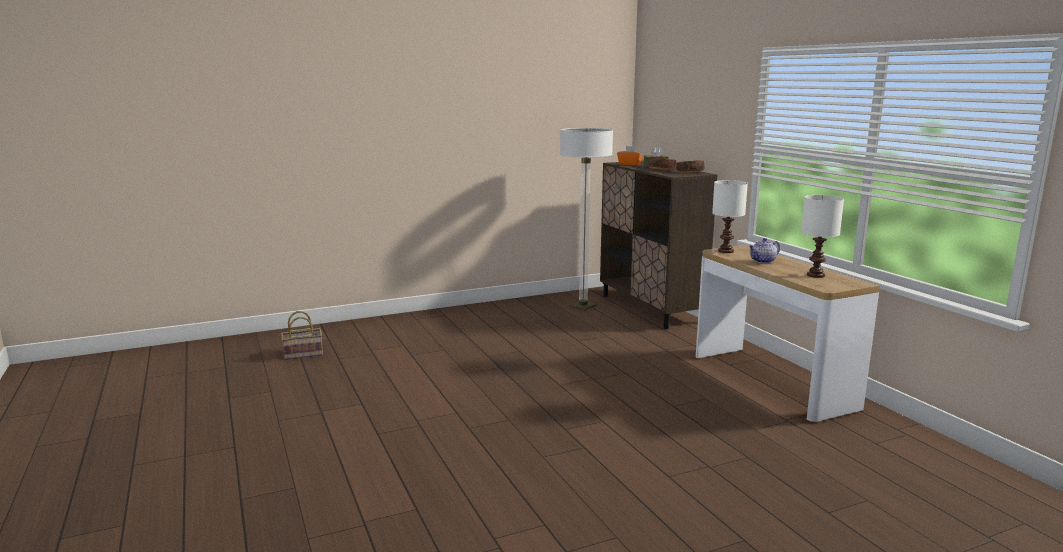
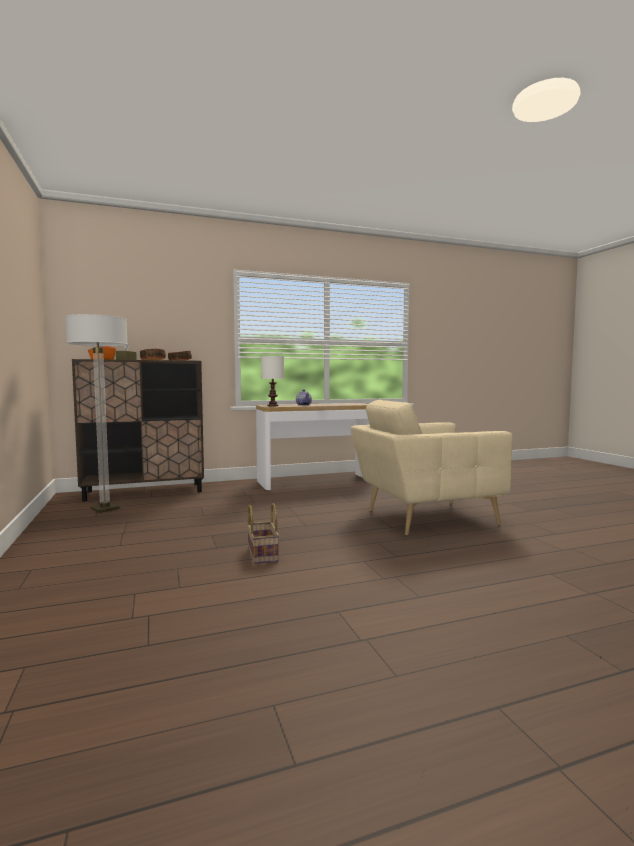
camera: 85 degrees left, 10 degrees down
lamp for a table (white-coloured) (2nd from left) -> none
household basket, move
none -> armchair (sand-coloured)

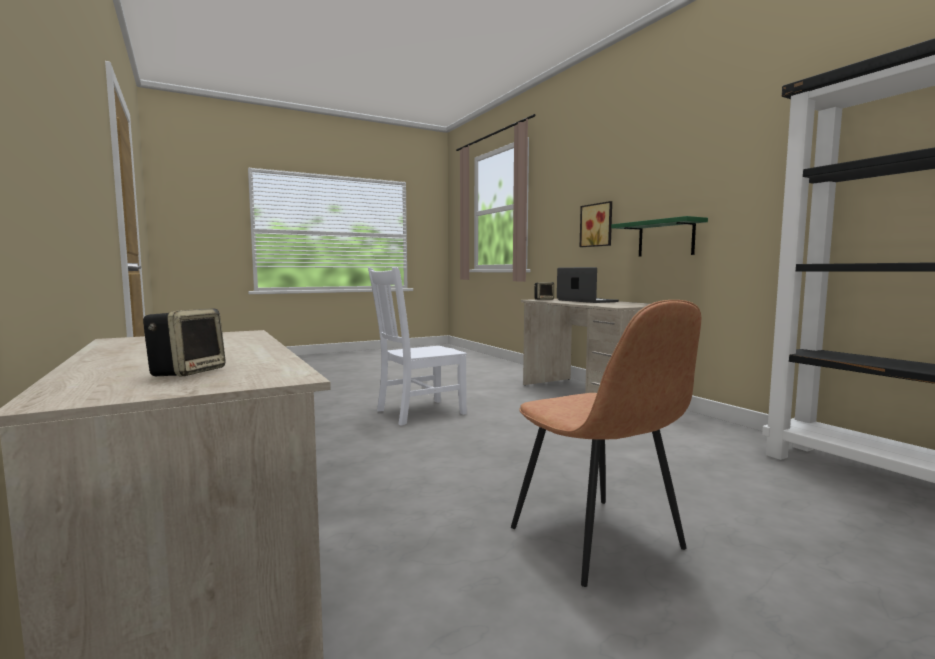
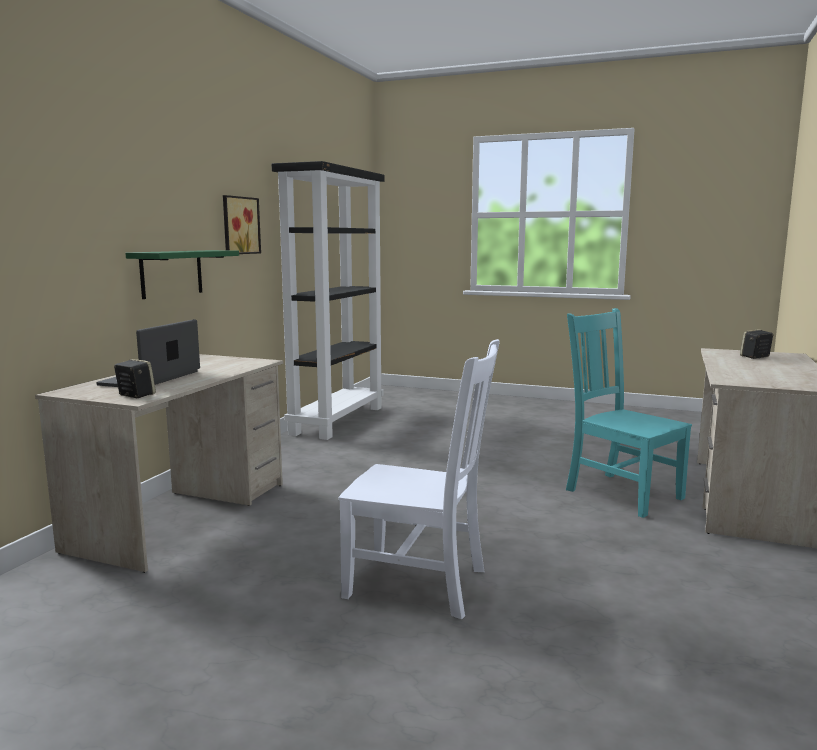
camera: 130 degrees left, 5 degrees up
wall picture, move
upright chair (brownish) -> none
none -> upright chair (turquoise-coloured)

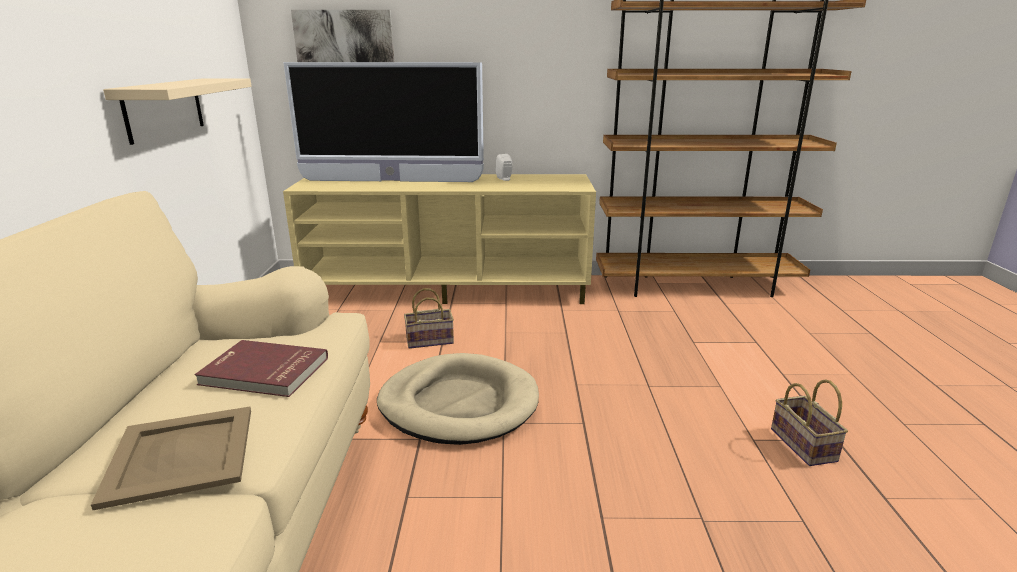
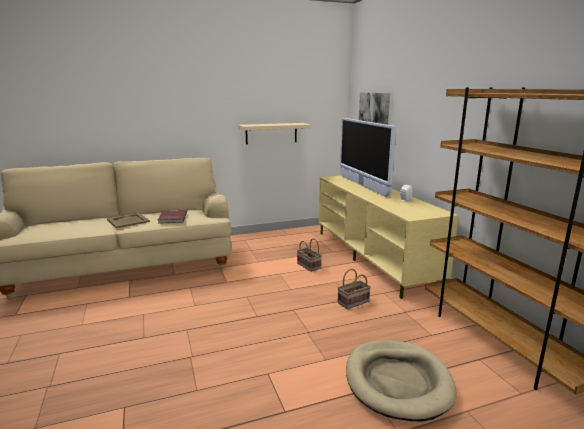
camera: 70 degrees right, 5 degrees down
pet bed (sand-coloured), move
household basket (2nd from left), move

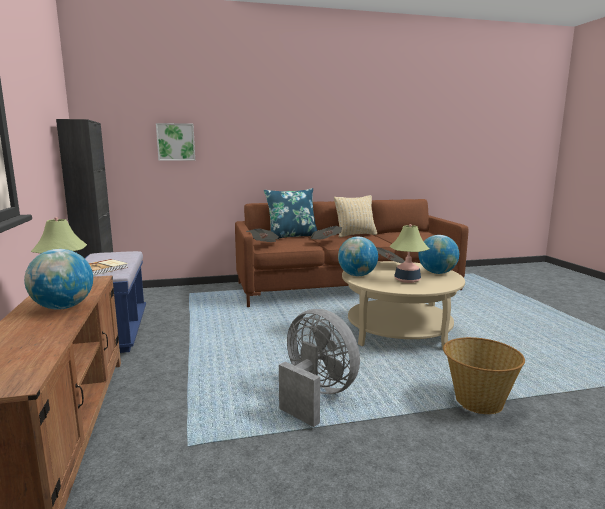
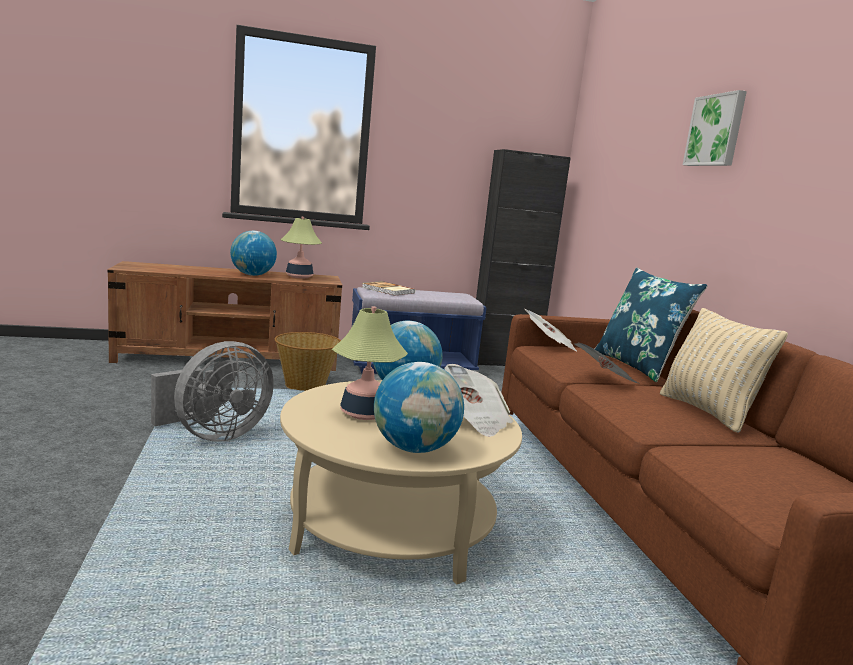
camera: 90 degrees right, 0 degrees up
wall picture, move
household basket, move

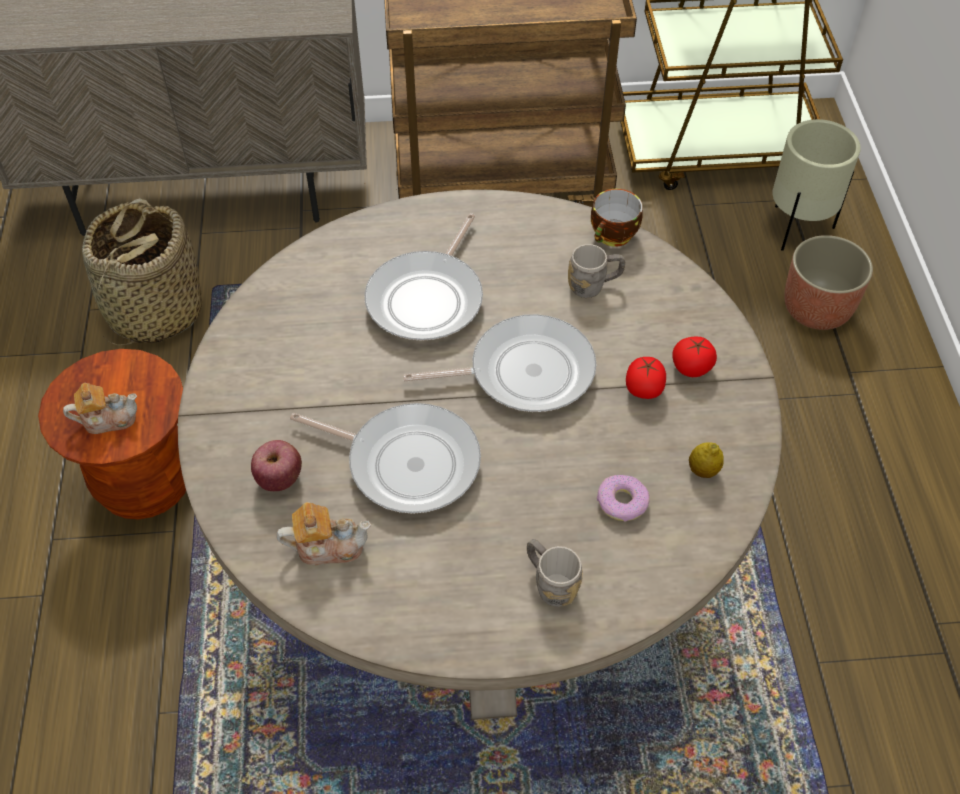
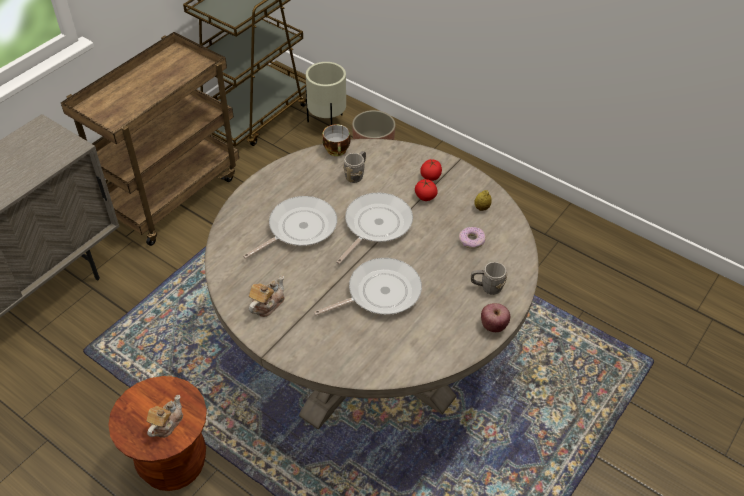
camera: 50 degrees left, 5 degrees down
household basket -> none
frying pan (2nd from left in the first image) -> frying pan (1st from left), 105 degrees counterclockwise
apple, move
pot for tea (2nd from left), move

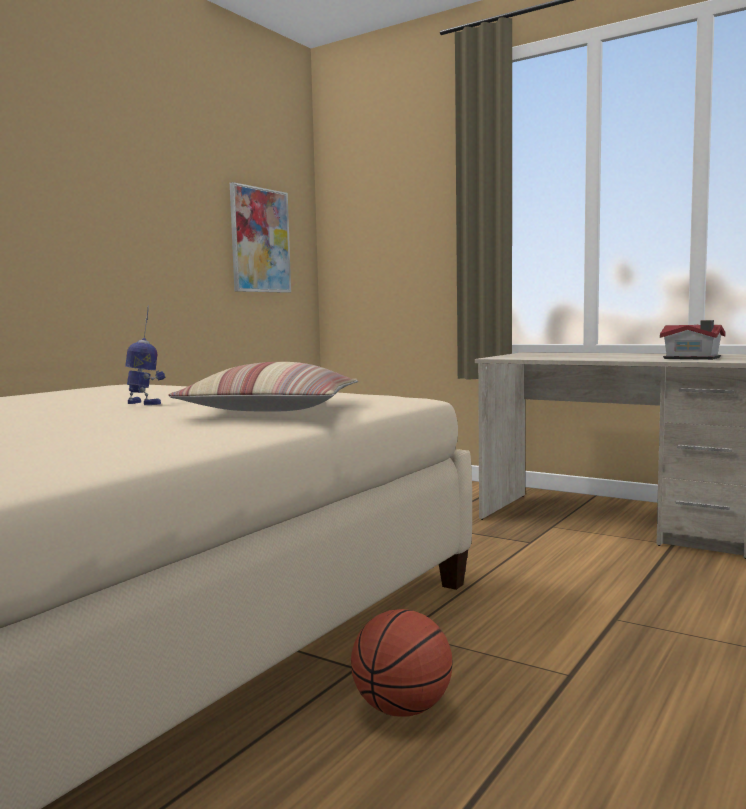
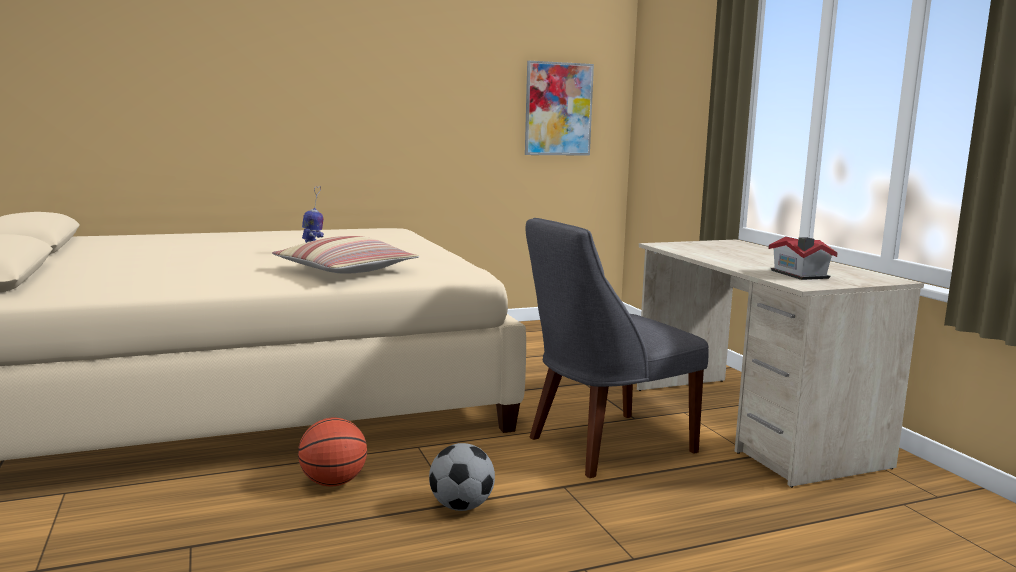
camera: 35 degrees right, 5 degrees up
none -> upright chair (greyish)
none -> football

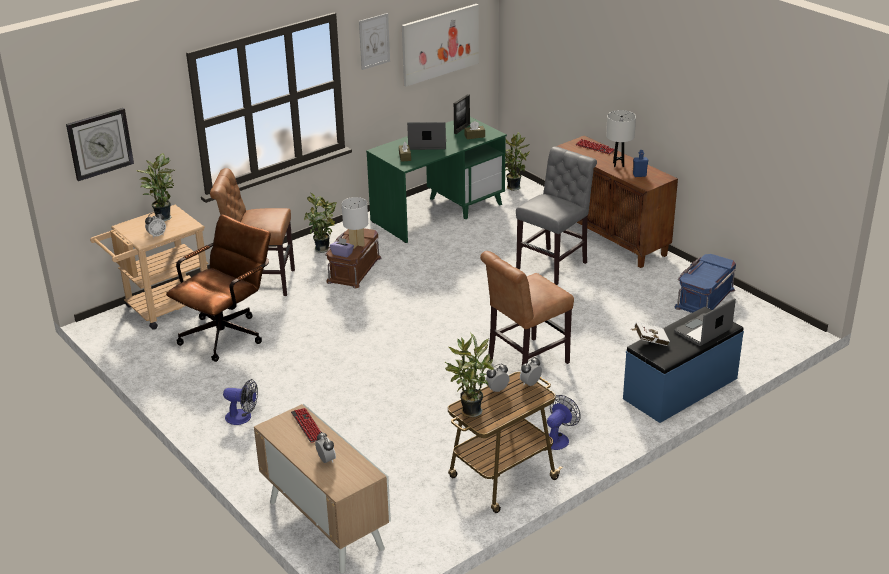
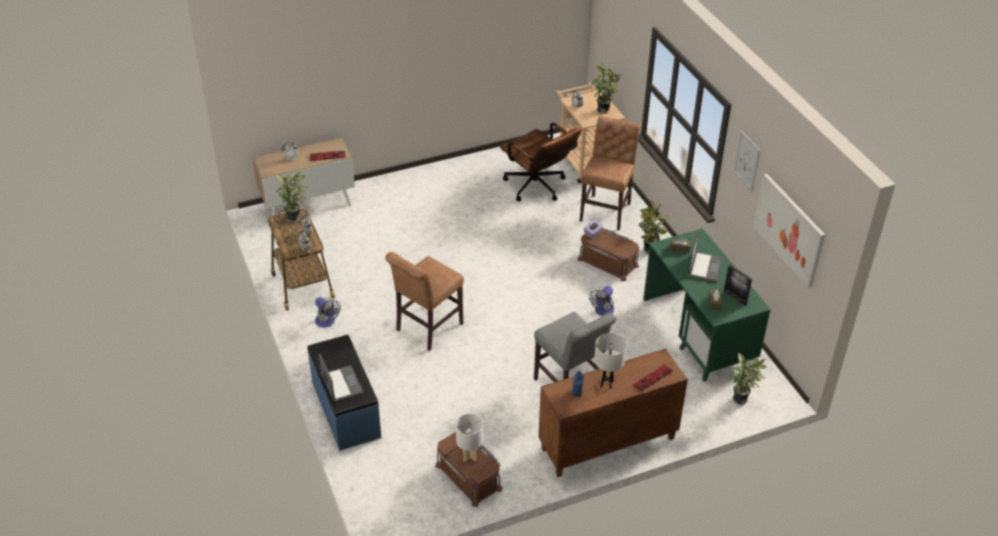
camera: 105 degrees right, 10 degrees up
hanging clock -> none
lamp for a table (white-coloured) (1st from left), move
upright chair (brownish) (2nd from left in the first image) -> upright chair (brownish) (1st from left), 120 degrees counterclockwise
storage box (blue-coloured) -> storage box (brownish) (1st from left)
bound book (white-coloured) -> none
fan (1st from left in the first image) -> fan (2nd from left), move

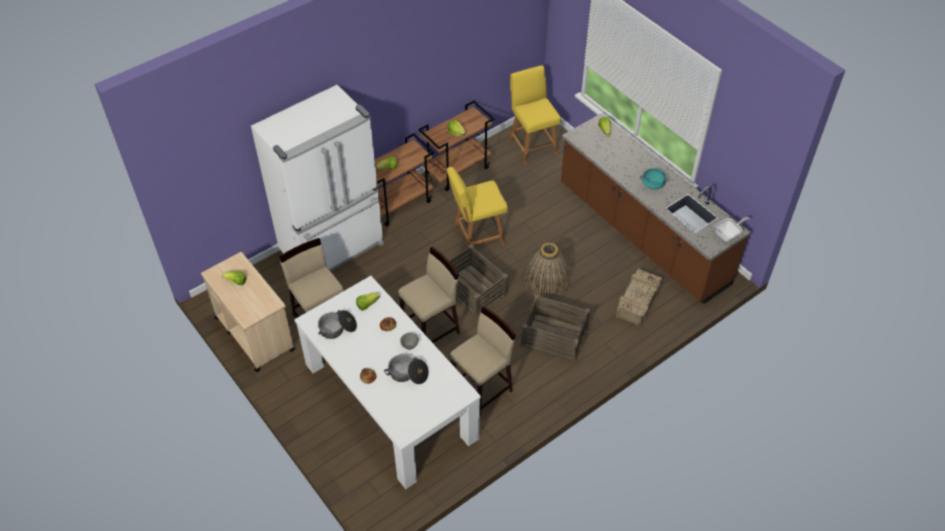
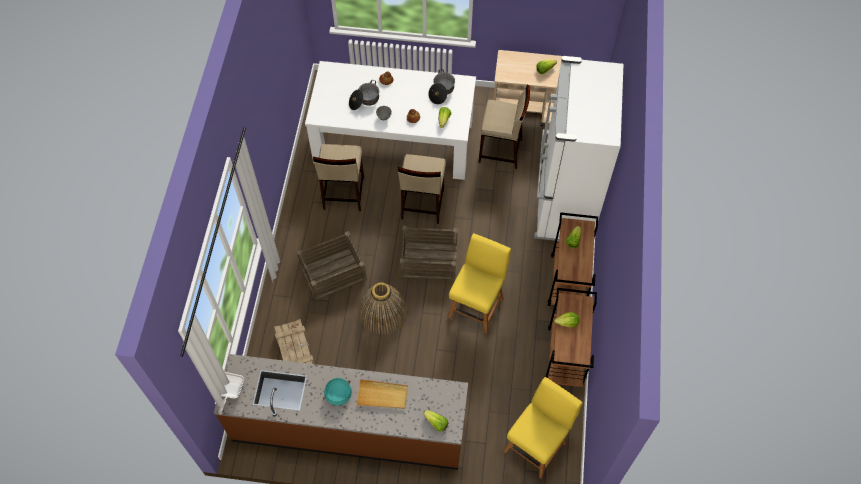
camera: 135 degrees right, 10 degrees up
upright chair (yellowish) (2nd from left), 75 degrees counterclockwise
none -> carrying tray (sand-coloured)

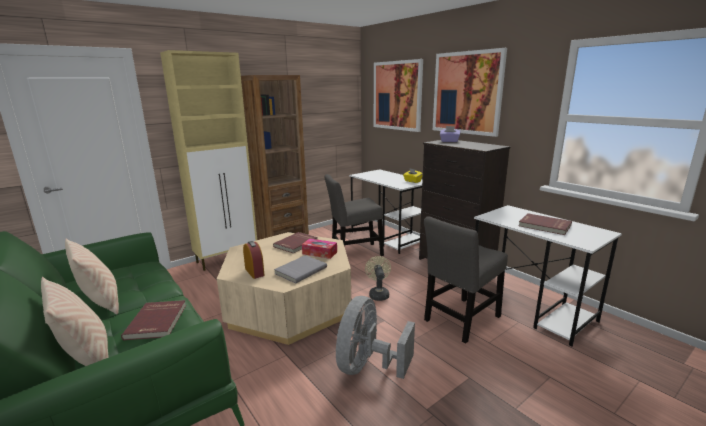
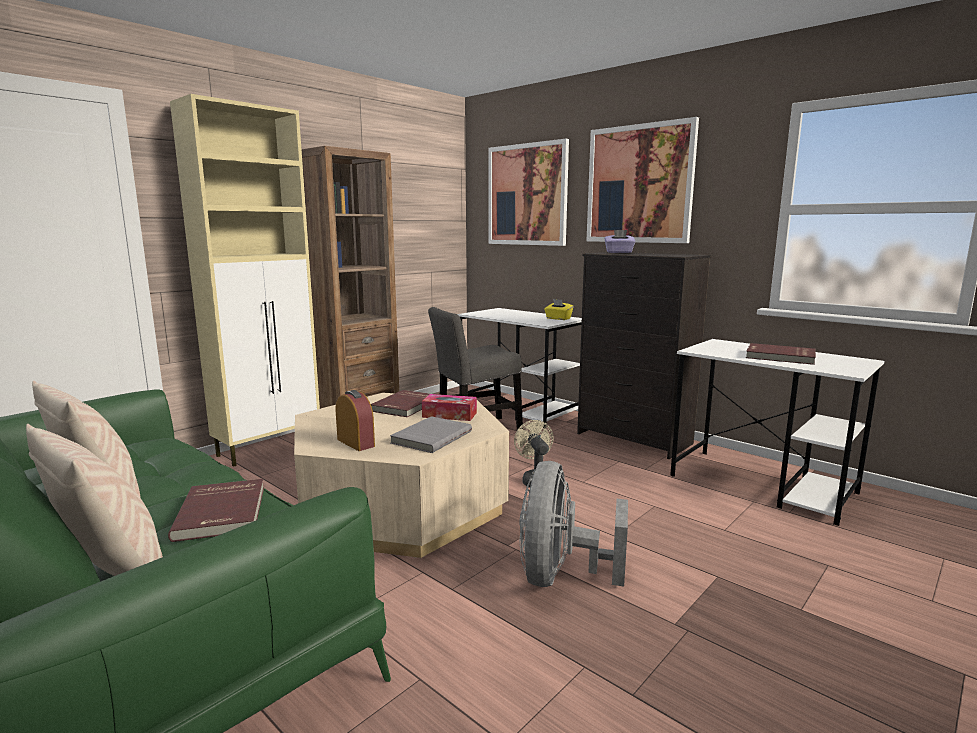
camera: 10 degrees left, 5 degrees down
upright chair (greyish) (2nd from left) -> none

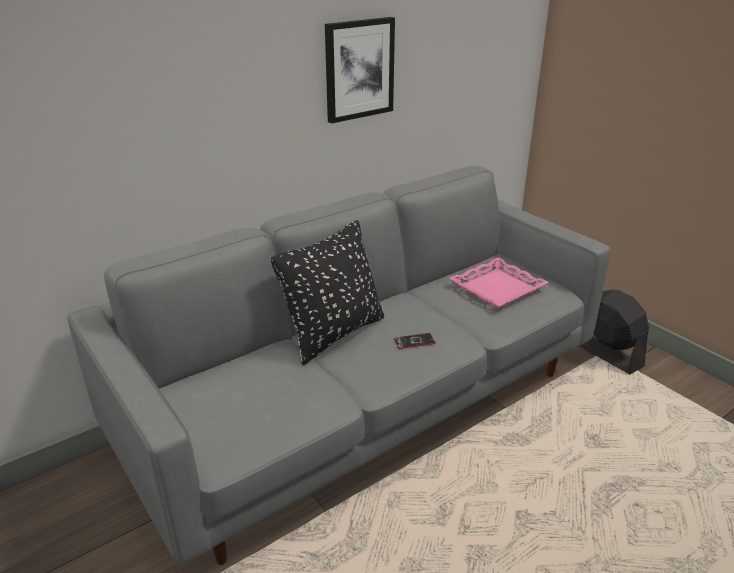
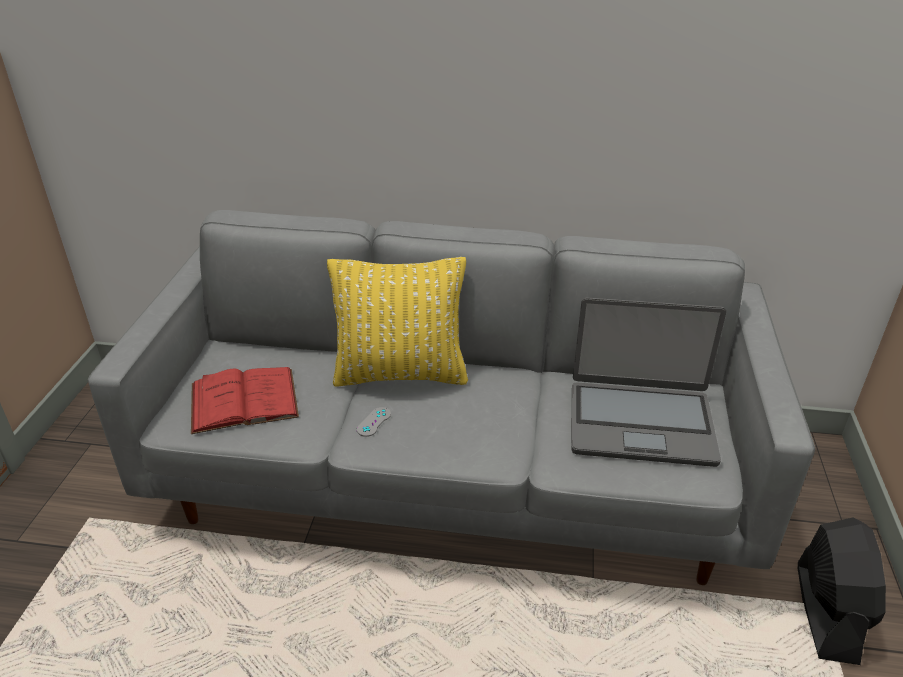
camera: 45 degrees right, 5 degrees up
wall picture -> none
pillow (black) -> pillow (yellowish)
carrying tray (pinkish) -> notebook computer
phone -> none
none -> bound book (reddish)
none -> joypad (greyish)

